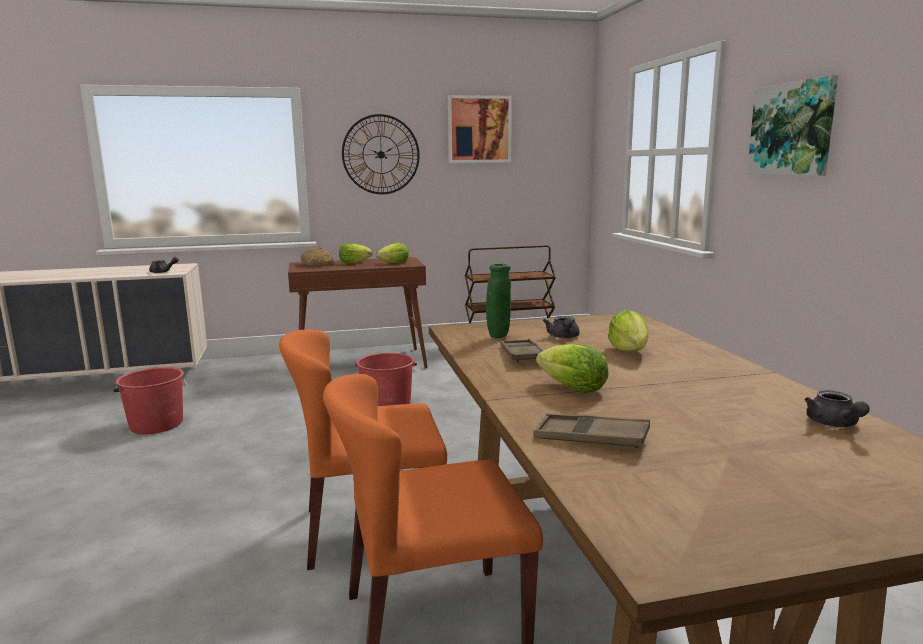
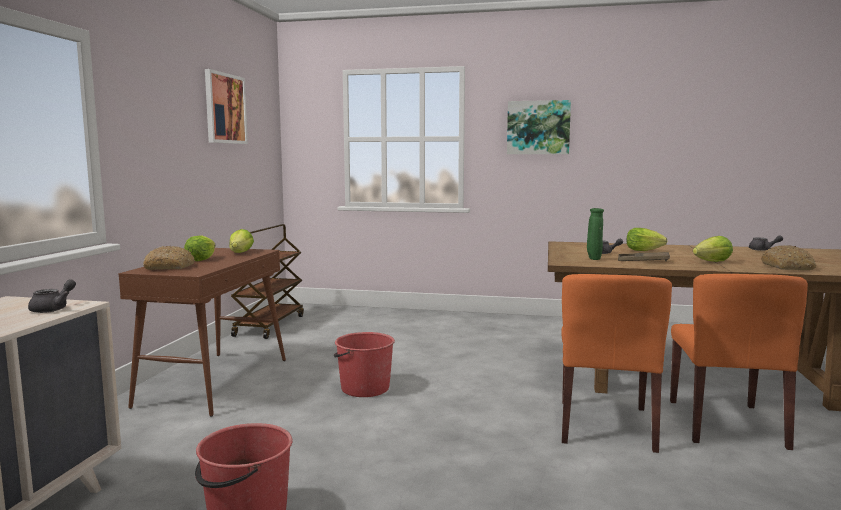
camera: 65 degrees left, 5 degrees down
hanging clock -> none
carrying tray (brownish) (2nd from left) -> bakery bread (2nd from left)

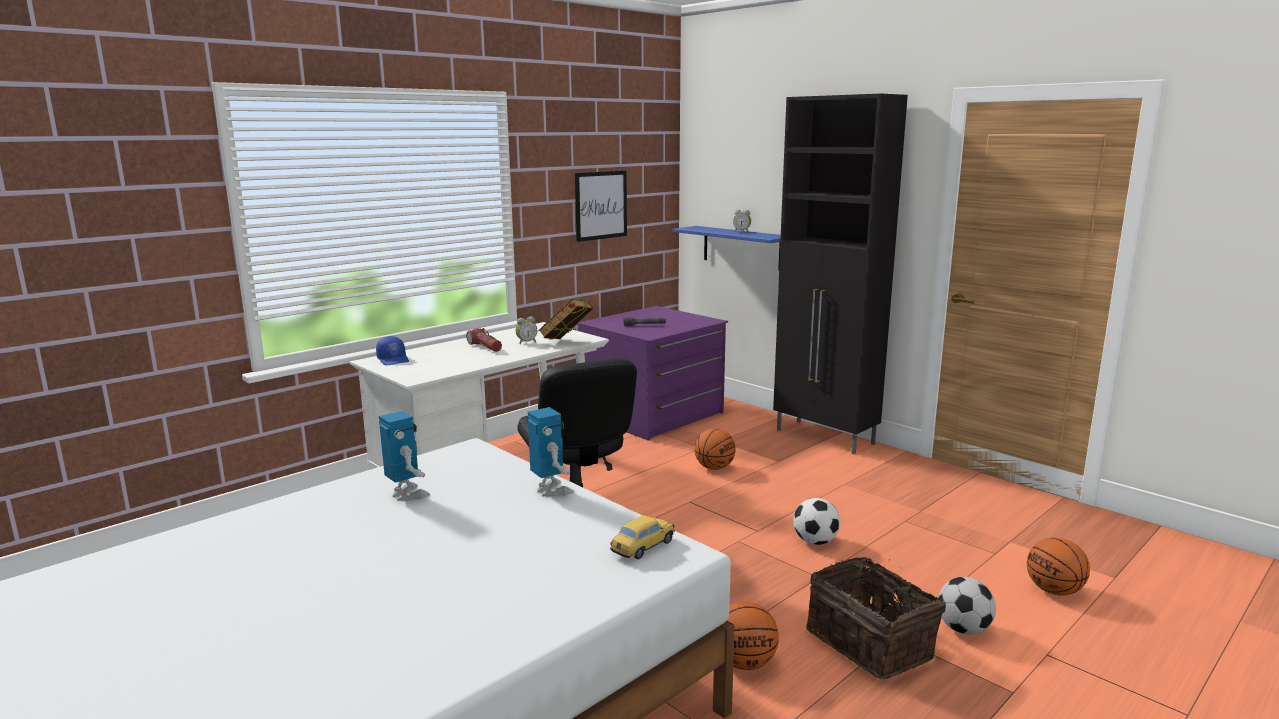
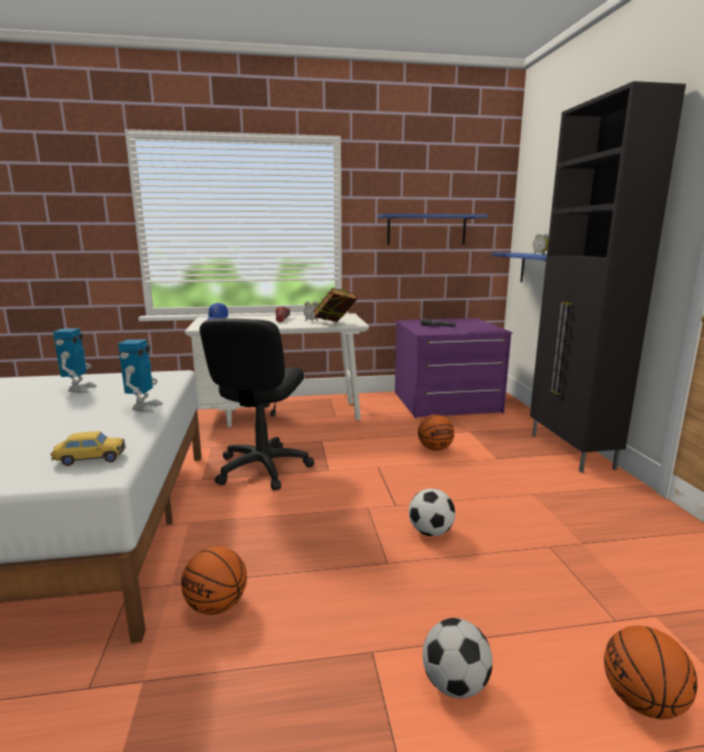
camera: 35 degrees right, 0 degrees up
wall picture -> bracket shelf (blue-coloured) (1st from left)
household basket -> none

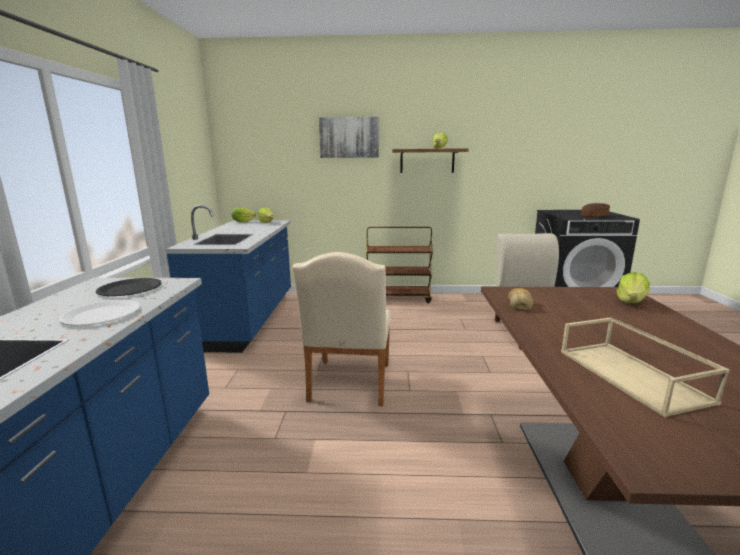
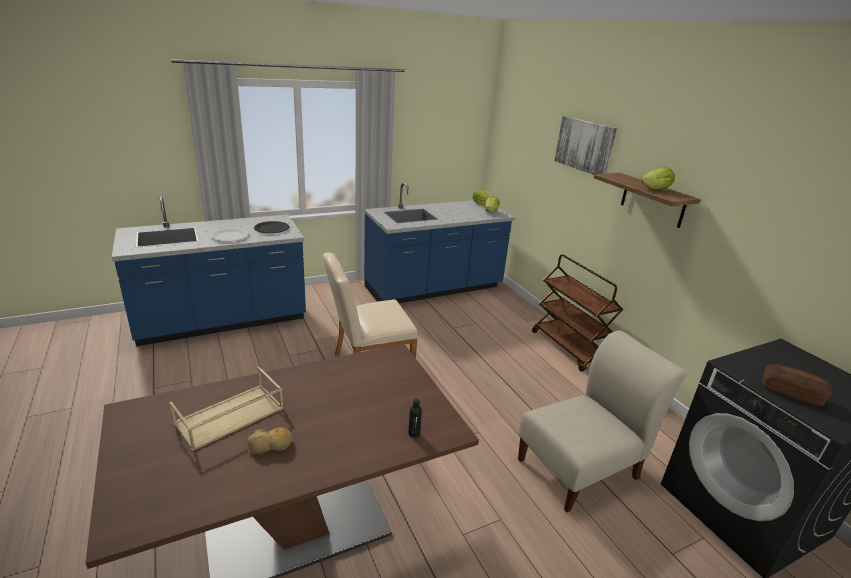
camera: 60 degrees right, 10 degrees up
head of lettuce (4th from left) -> beverage bottle (black)
bakery bread (1st from left), move

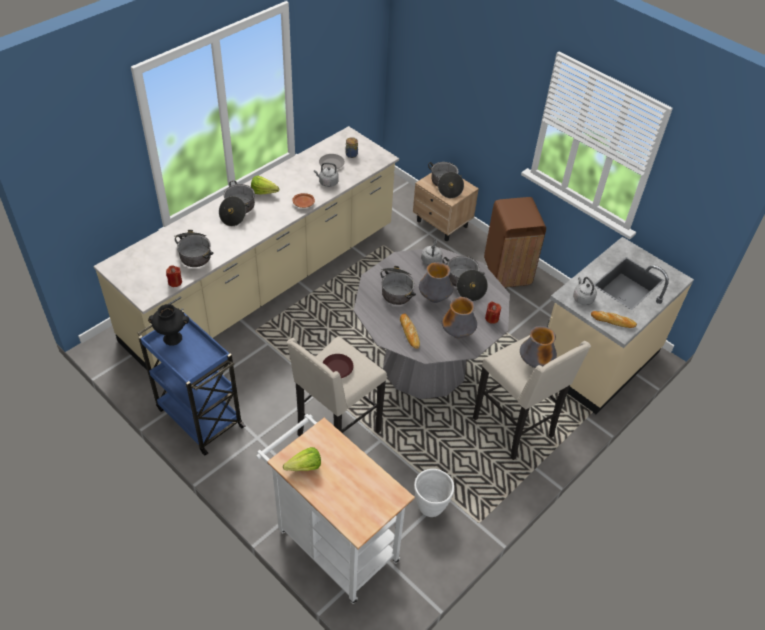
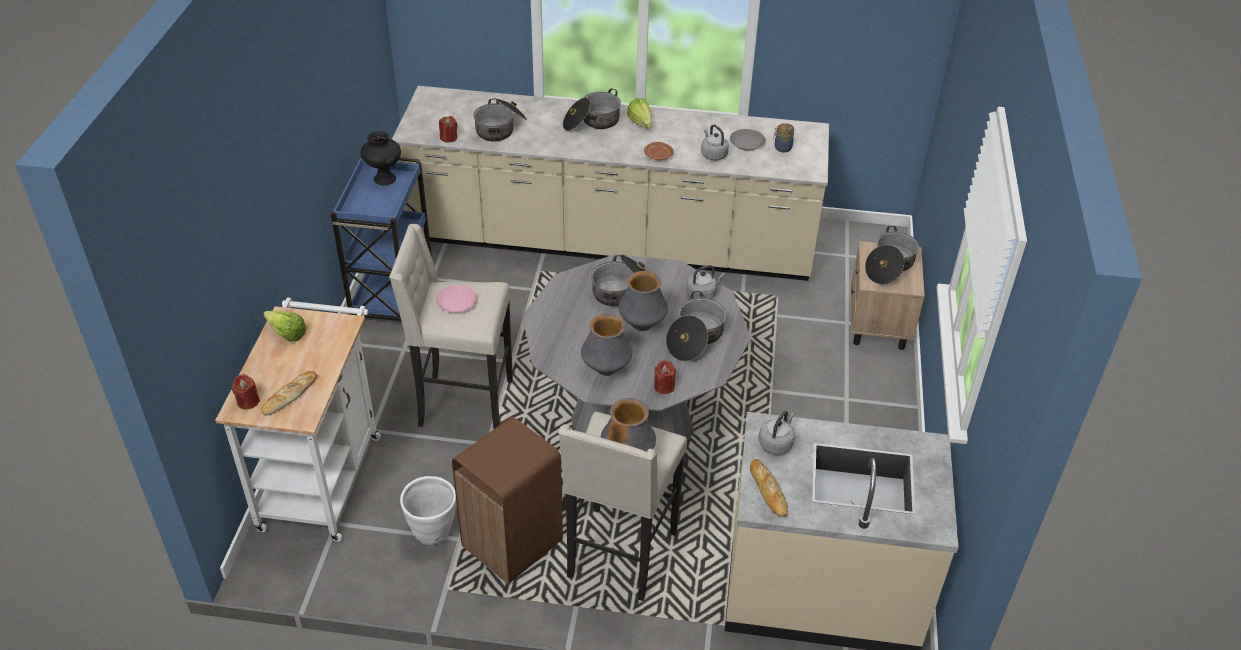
camera: 55 degrees right, 5 degrees down
waste bin (brownish), move
bakery bread (1st from left), move
plate (brownish) (2nd from left) -> plate (pinkish)
none -> wax candle (reddish) (1st from left)

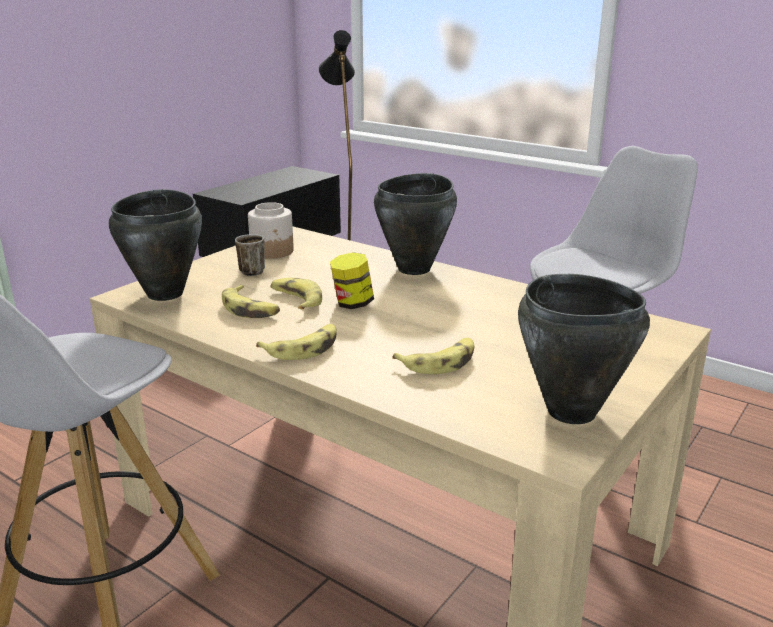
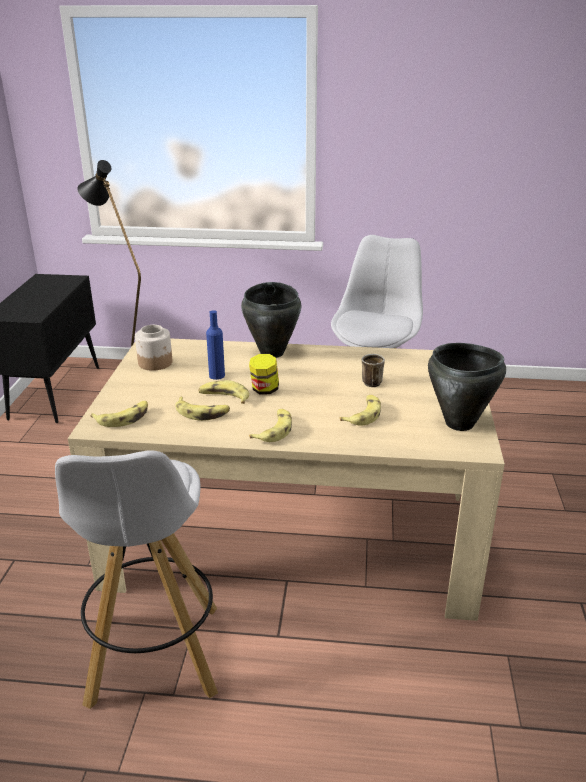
camera: 30 degrees left, 5 degrees up
stockpot (black) (1st from left) -> whole banana (1st from left)
tea mug, move
none -> beverage bottle (blue-coloured)

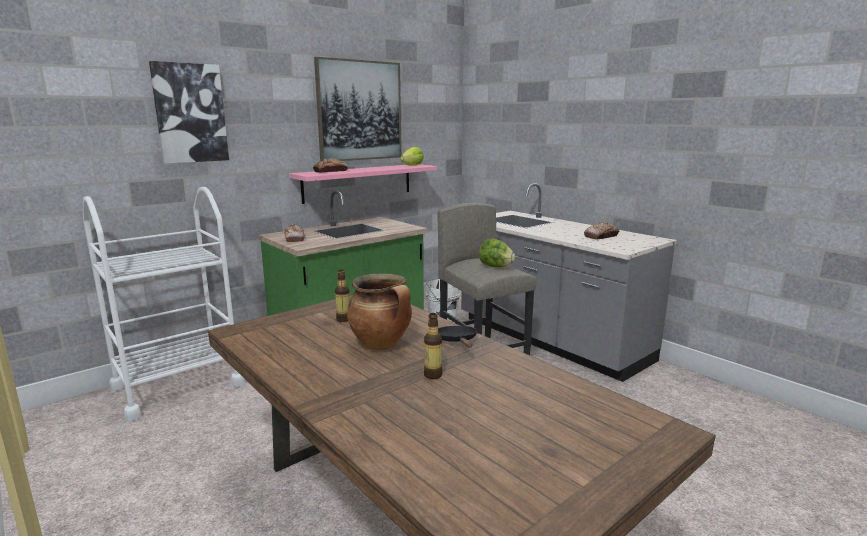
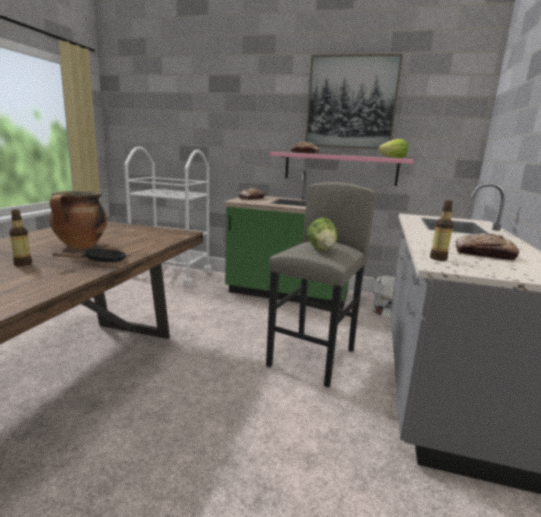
camera: 55 degrees right, 0 degrees up
wall picture (1st from left) -> none
beverage bottle (1st from left in the first image) -> beverage bottle (2nd from left), move

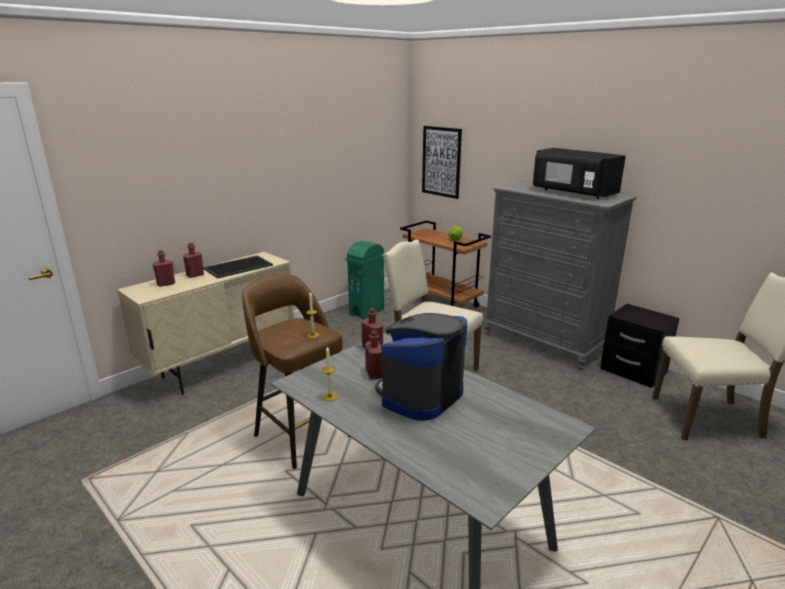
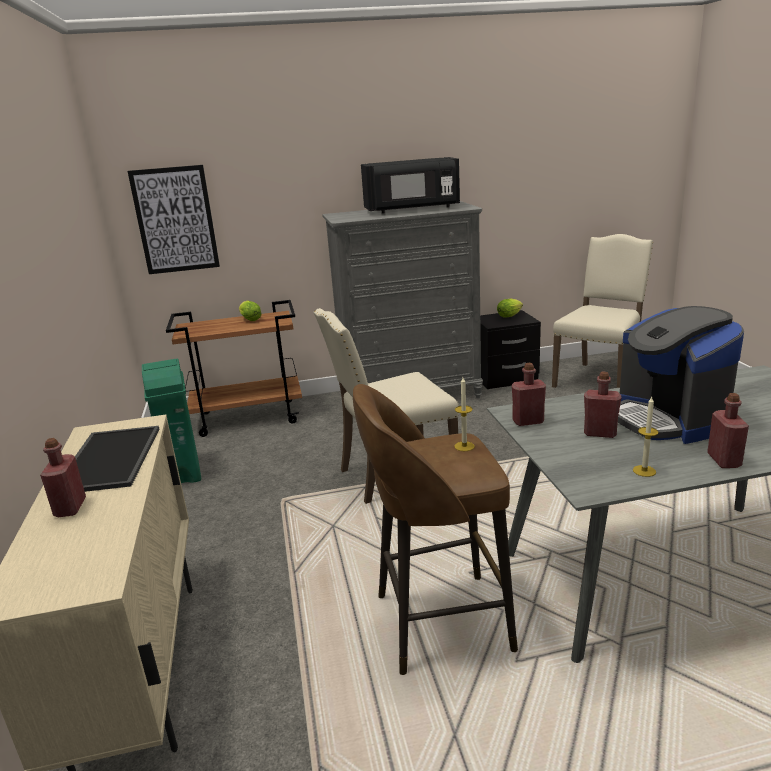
camera: 55 degrees left, 0 degrees up
beverage bottle (reddish) (1st from left in the first image) -> beverage bottle (reddish) (4th from left), move
none -> head of lettuce (2nd from left)

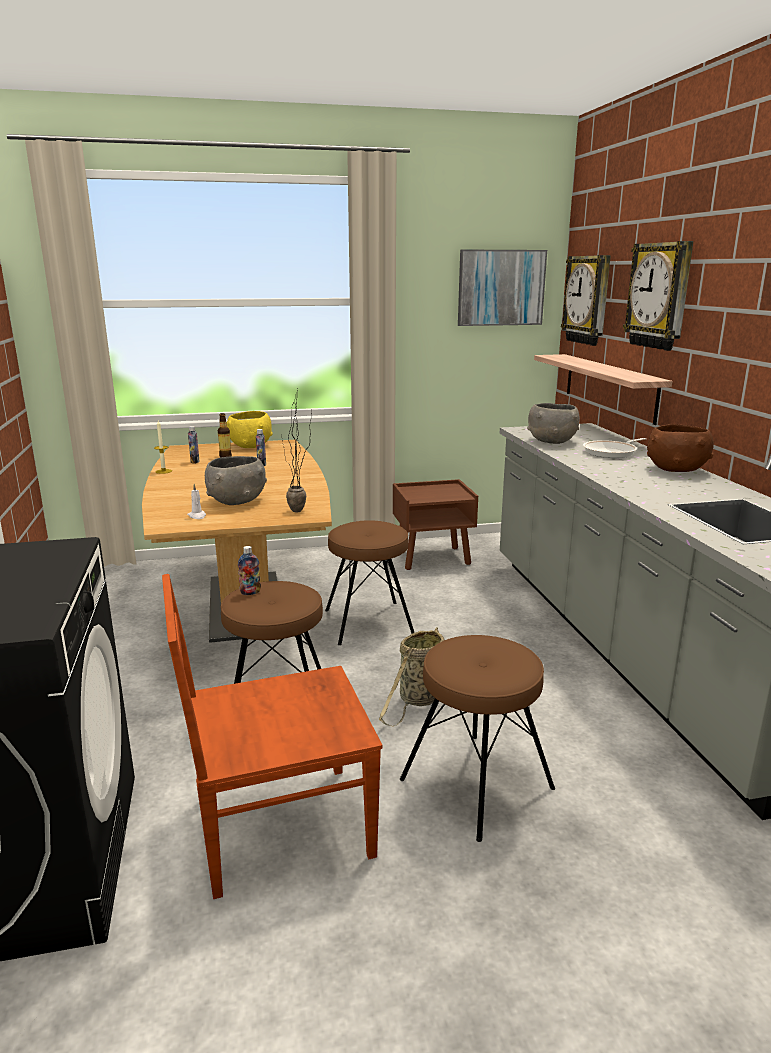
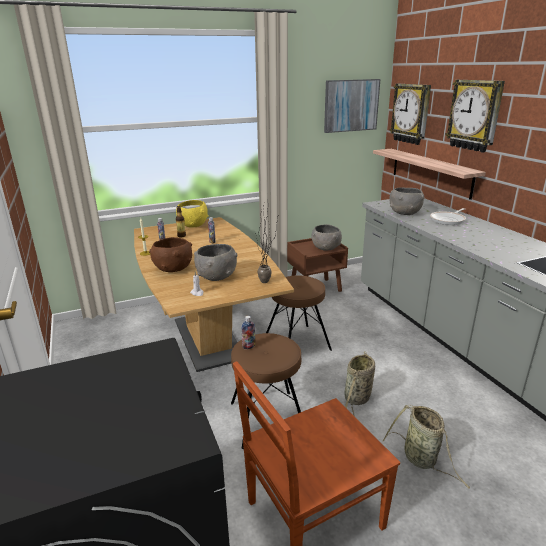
camera: 10 degrees left, 5 degrees up
bowl (brownish), move
sitting stool (brownish) (3rd from left) -> household basket (2nd from left)
none -> bowl (greyish) (2nd from left)

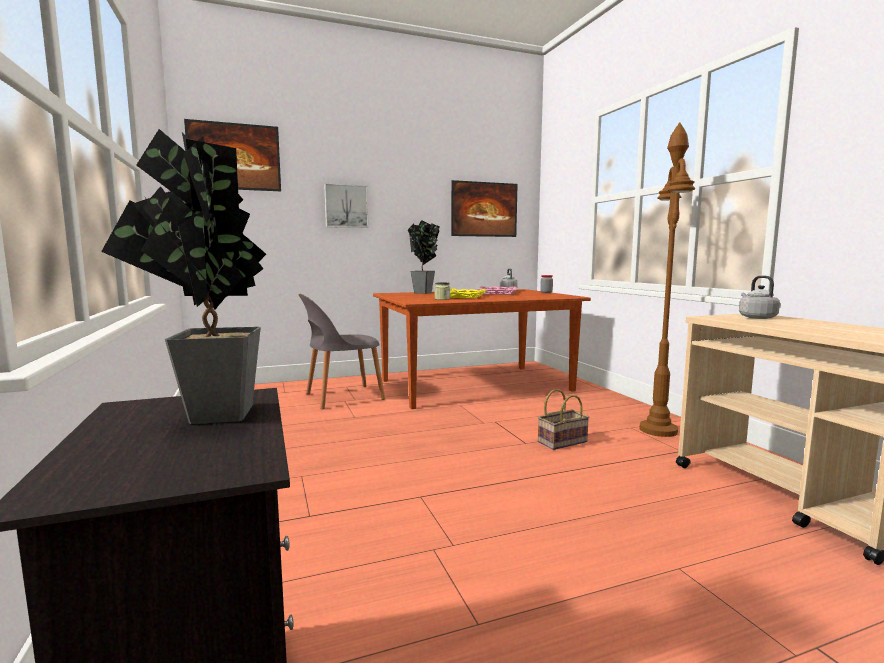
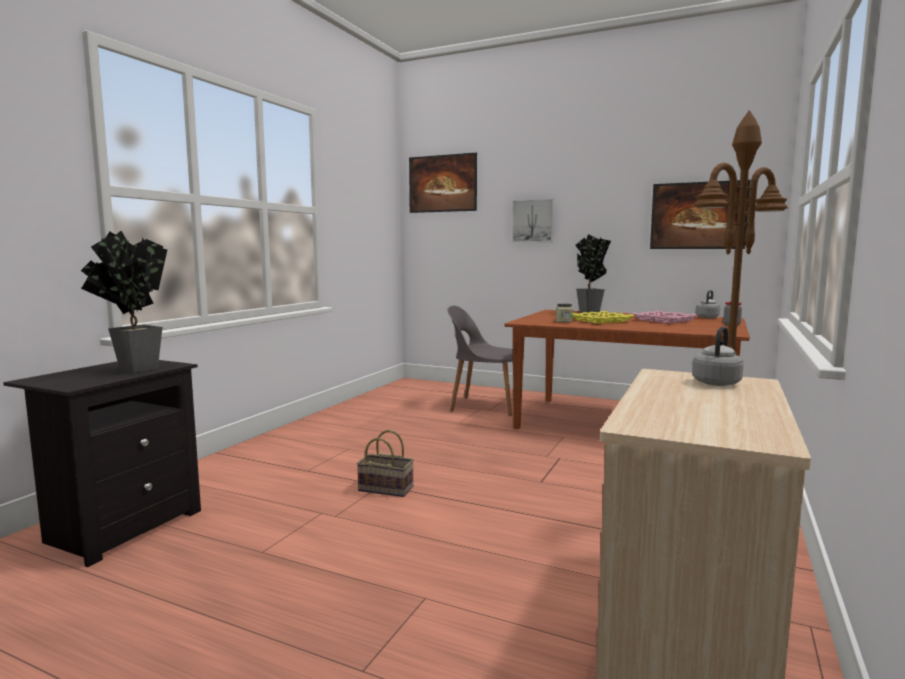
camera: 45 degrees right, 0 degrees up
household basket, move

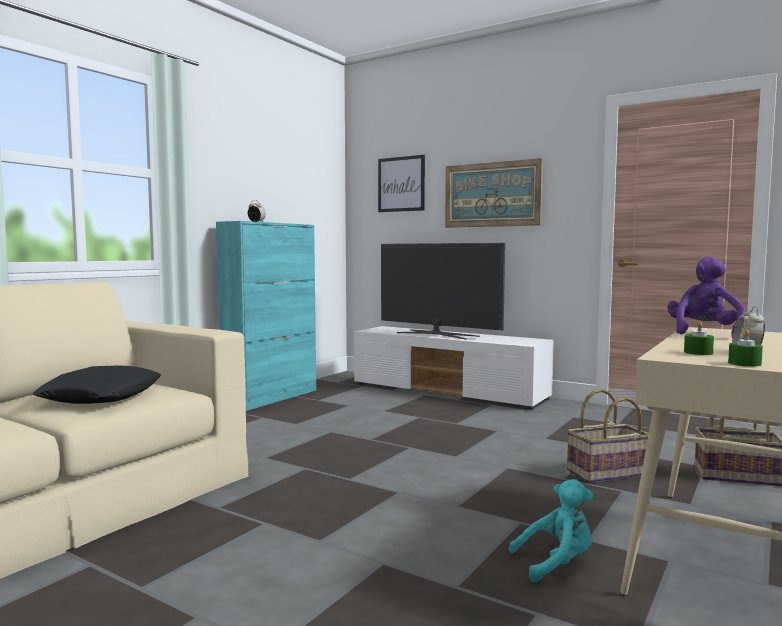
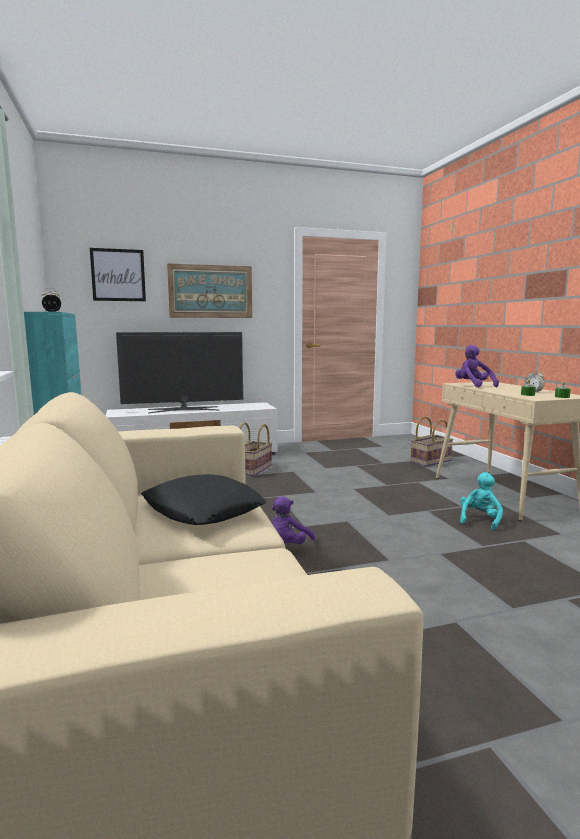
camera: 50 degrees left, 5 degrees up
household basket (1st from left), move
none -> plush toy (purple) (1st from left)

